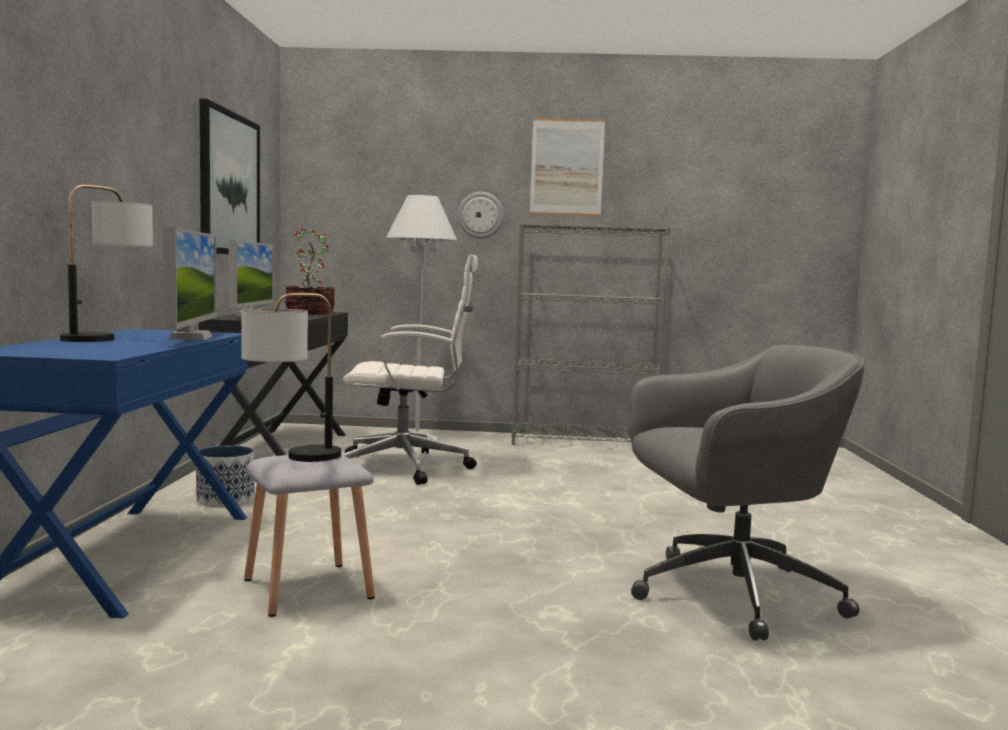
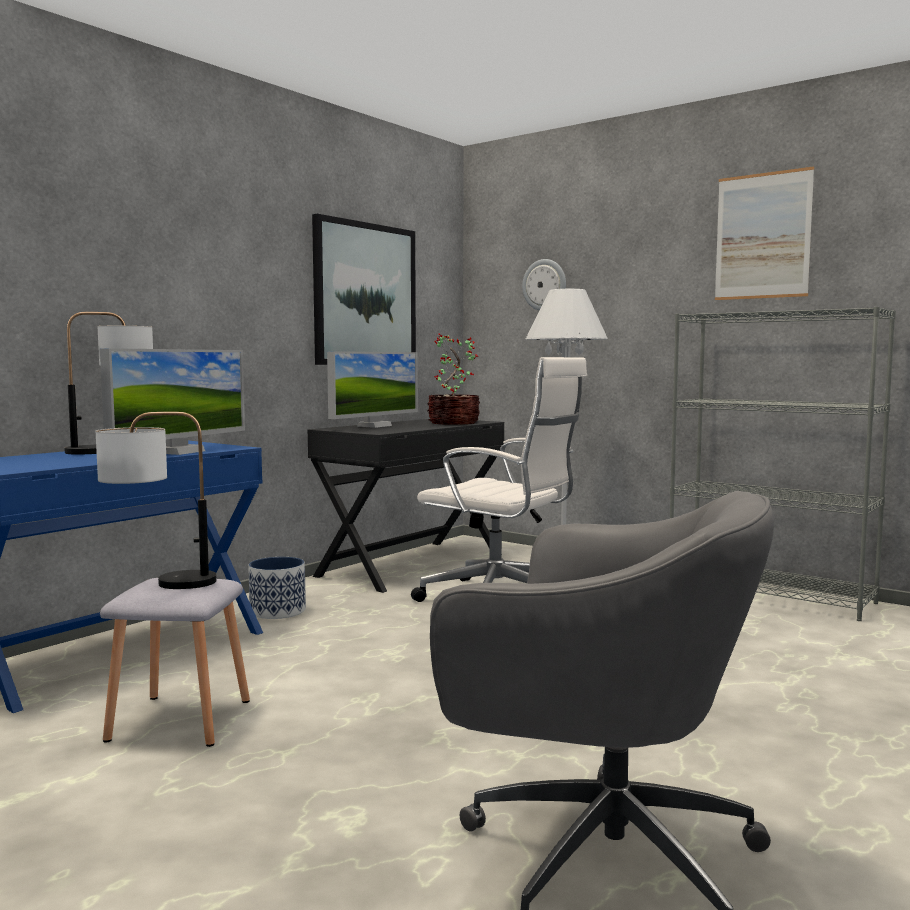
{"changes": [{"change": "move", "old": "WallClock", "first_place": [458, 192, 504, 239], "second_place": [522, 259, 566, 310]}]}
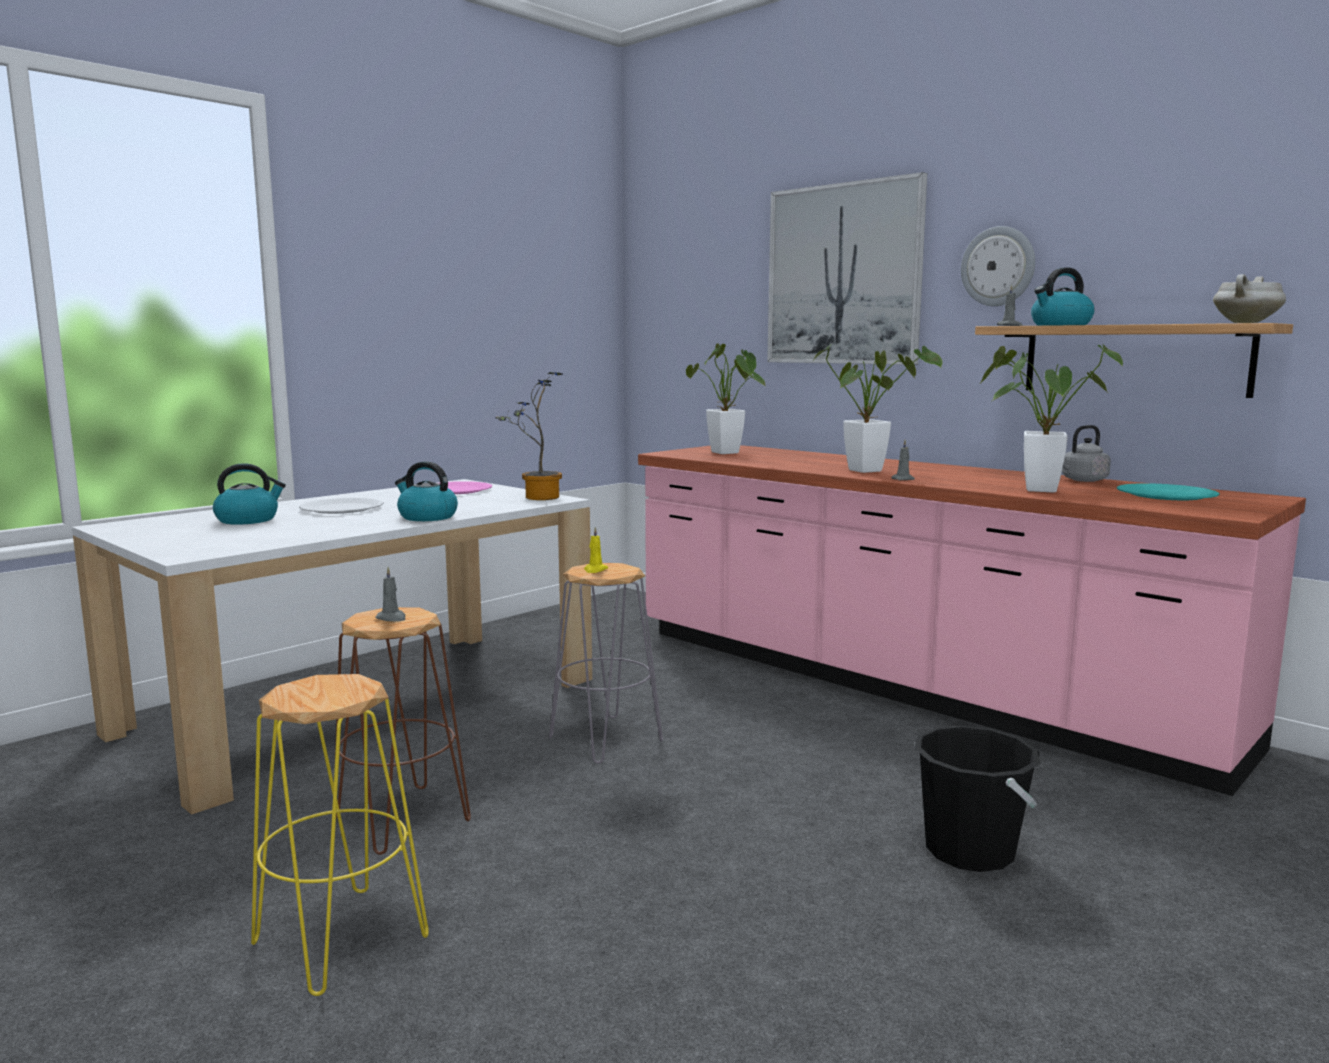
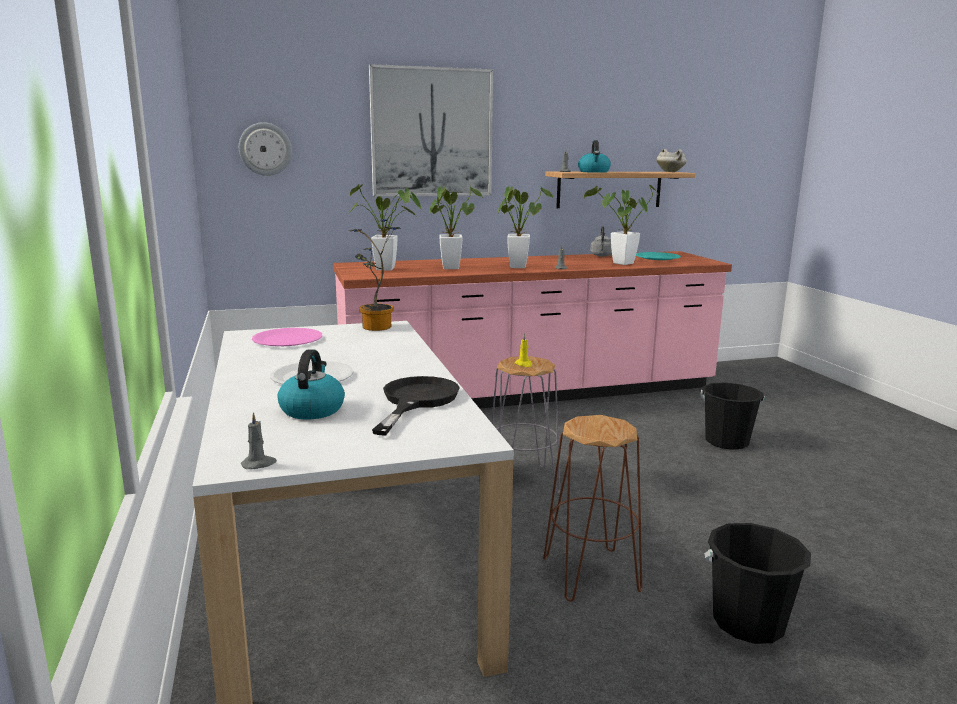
{"changes": [{"change": "move", "old": "WallClock", "first_place": [961, 226, 1035, 306], "second_place": [239, 122, 292, 176]}, {"change": "delete", "old": "WaterKettle", "first_place": [395, 461, 458, 521]}, {"change": "move", "old": "GreyWaxCandle", "first_place": [375, 567, 406, 622], "second_place": [241, 412, 277, 469]}, {"change": "replace", "old": "YellowStoolSeat", "new": "BlackishPail", "first_place": [251, 674, 429, 996], "second_place": [704, 523, 811, 644]}, {"change": "insert", "new": "PlantInAPot", "second_place": [429, 186, 483, 269]}, {"change": "insert", "new": "BlackishPan", "second_place": [372, 376, 460, 436]}]}
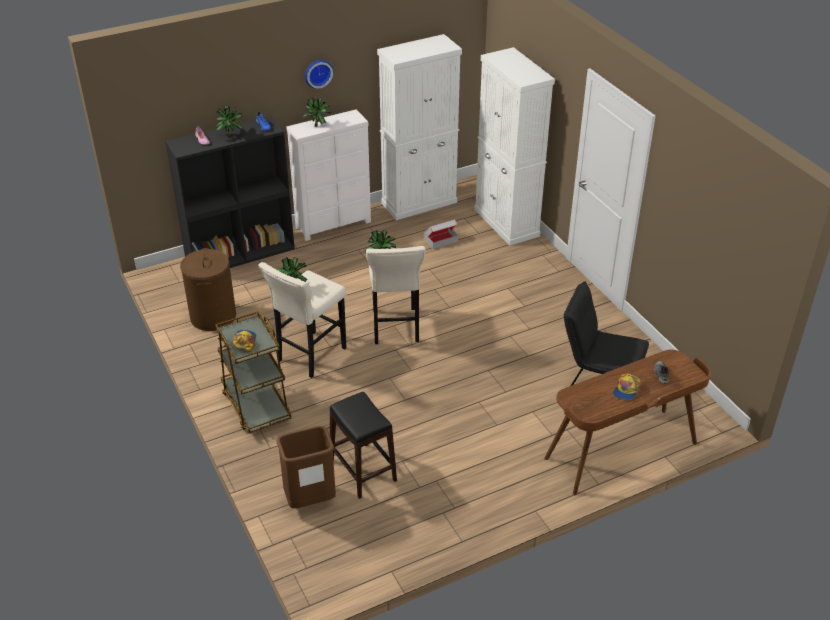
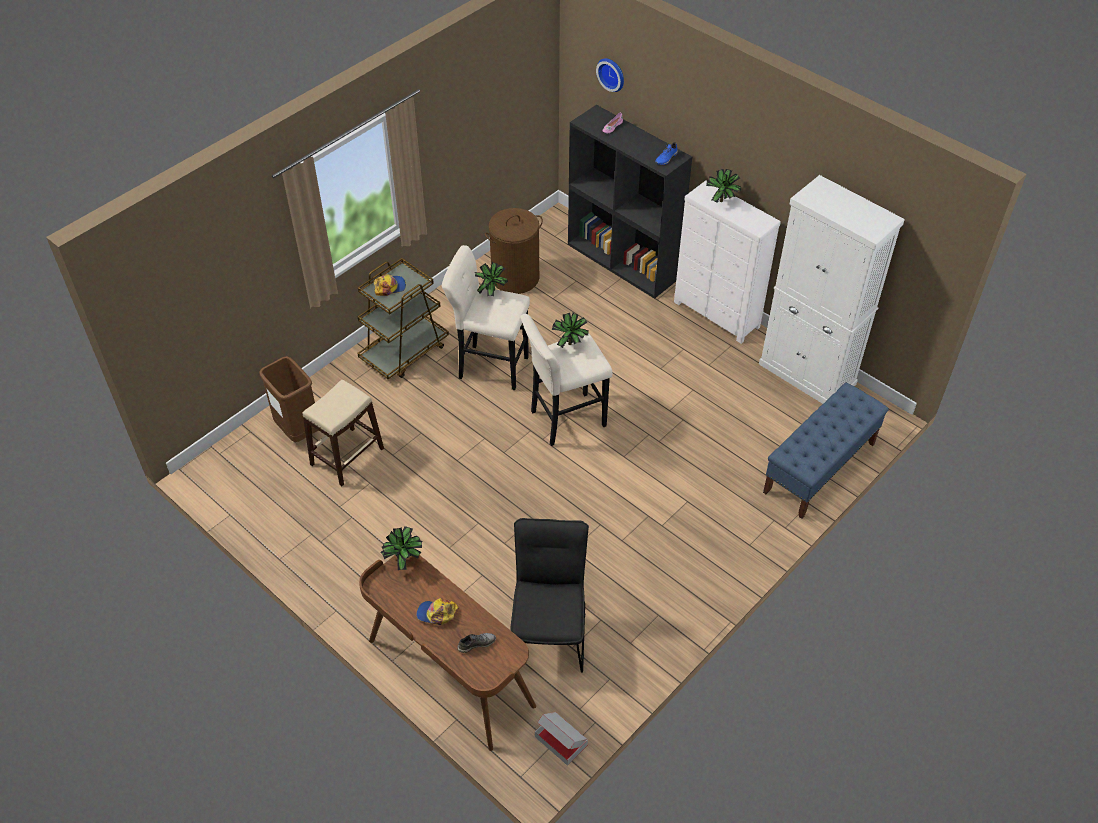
{"changes": [{"change": "replace", "old": "WhitishStorageCabinet", "new": "BluishIndoorBench", "first_place": [474, 47, 555, 246], "second_place": [763, 382, 889, 519]}, {"change": "move", "old": "WallClock", "first_place": [305, 60, 333, 89], "second_place": [596, 58, 624, 92]}, {"change": "move", "old": "PlantInAPot", "first_place": [215, 105, 244, 137], "second_place": [380, 526, 422, 570]}, {"change": "move", "old": "Carton", "first_place": [424, 219, 458, 249], "second_place": [535, 712, 588, 766]}, {"change": "recolor", "old": "BlackishStoolSeat", "new": "SandColouredStoolSeat", "first_place": [330, 392, 397, 499], "second_place": [302, 380, 384, 486]}]}
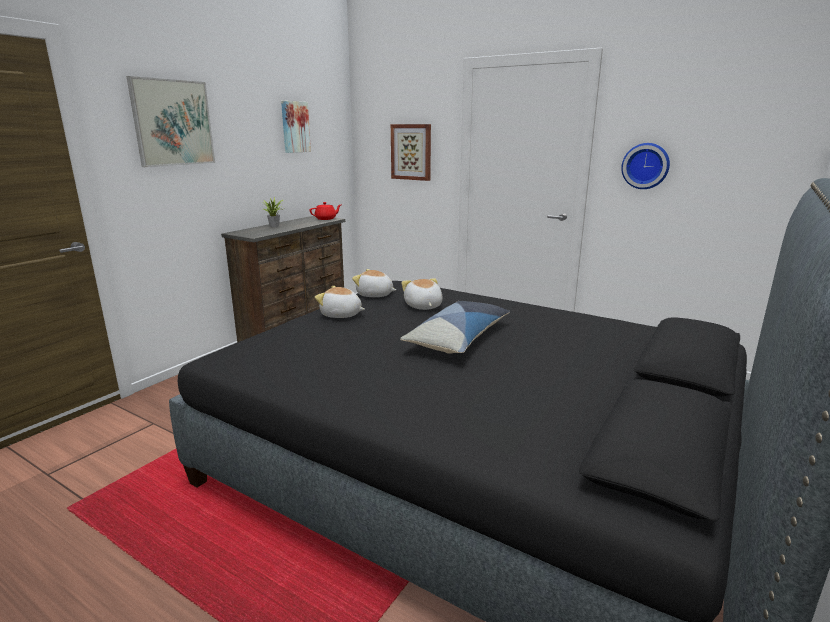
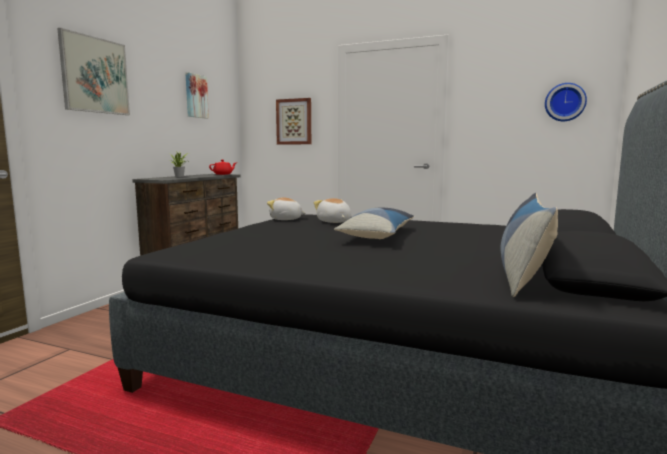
{"changes": [{"change": "move", "old": "WallClock", "first_place": [621, 143, 670, 189], "second_place": [545, 83, 587, 121]}, {"change": "delete", "old": "SoftToy", "first_place": [315, 286, 365, 318]}, {"change": "insert", "new": "Cushion", "second_place": [500, 193, 558, 297]}]}
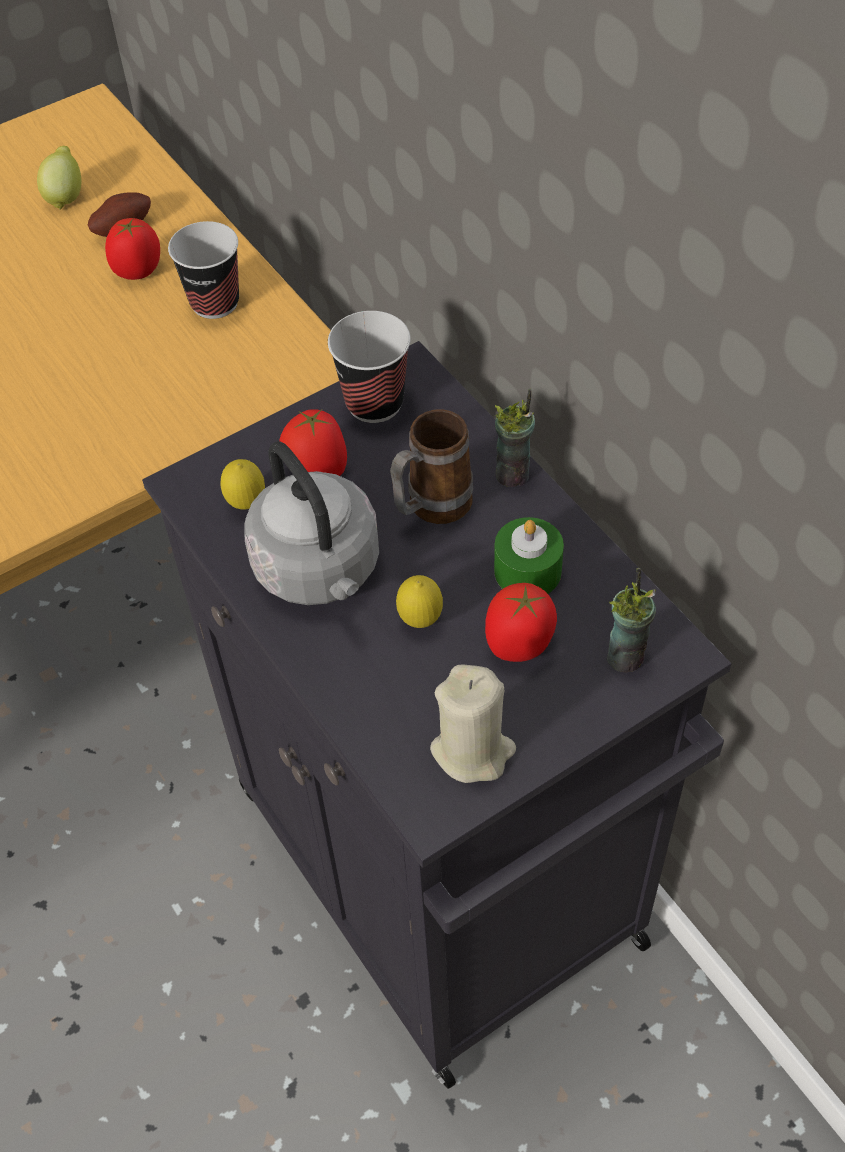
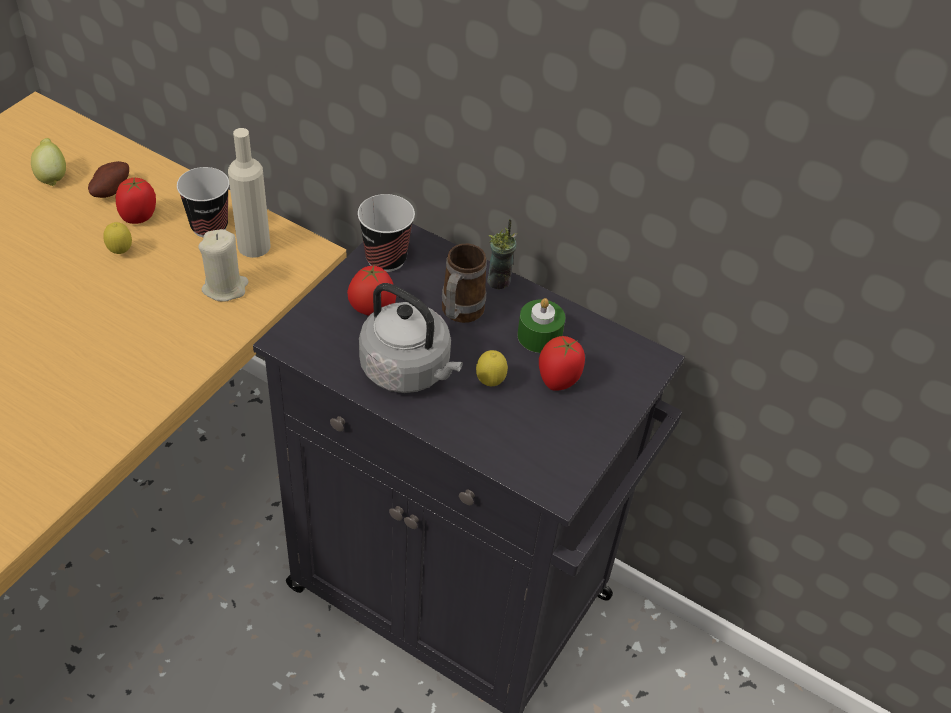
{"changes": [{"change": "move", "old": "Lemon", "first_place": [221, 459, 265, 510], "second_place": [104, 222, 132, 254]}, {"change": "delete", "old": "Cup", "first_place": [607, 568, 656, 673]}, {"change": "move", "old": "SandColouredWaxCandle", "first_place": [430, 664, 516, 783], "second_place": [199, 229, 248, 302]}, {"change": "insert", "new": "SandColouredBeverageBottle", "second_place": [228, 128, 271, 258]}]}
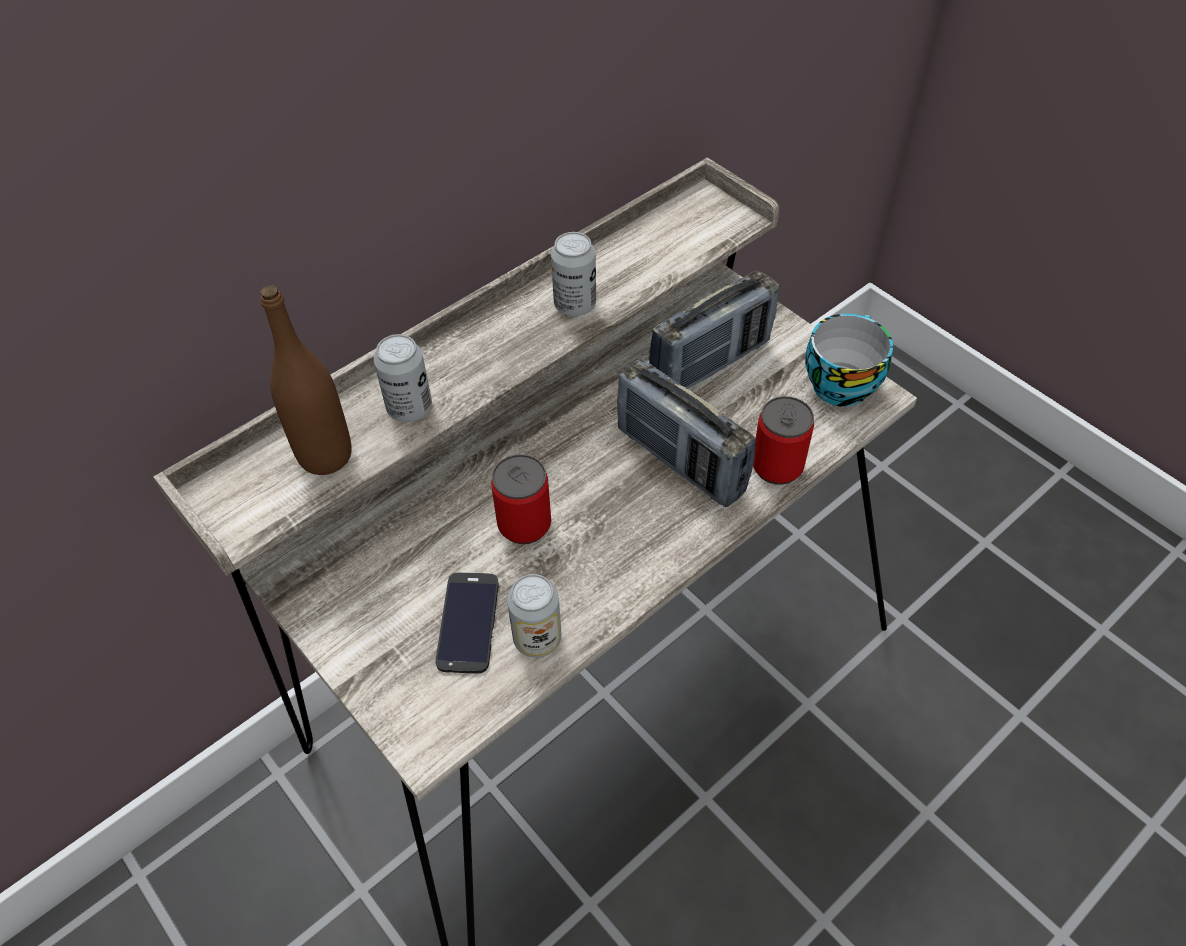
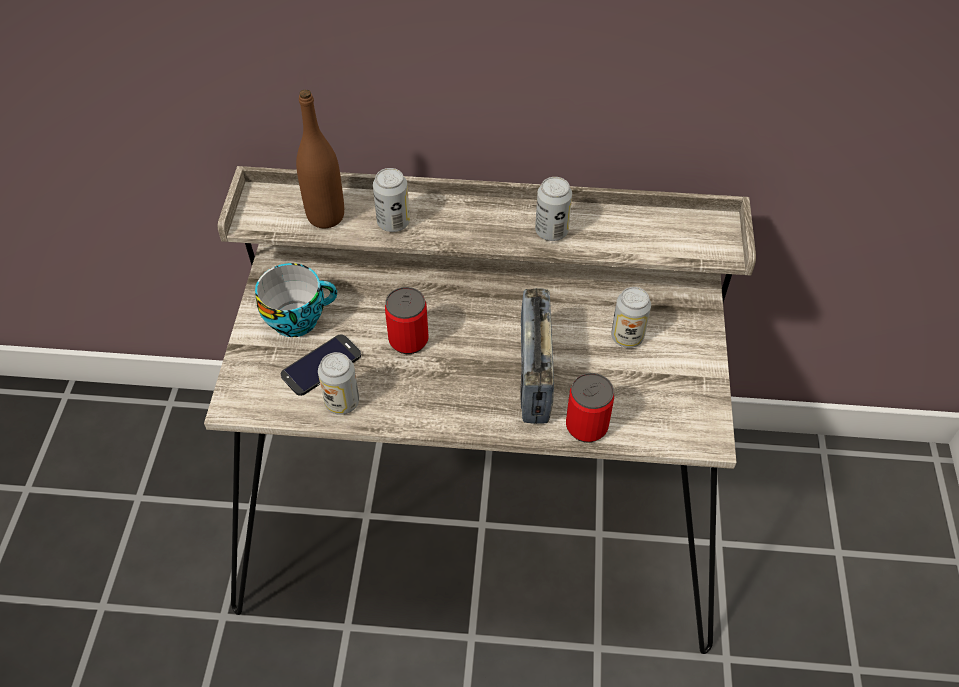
{"changes": [{"change": "replace", "old": "RadioReceiver", "new": "Can", "first_place": [649, 270, 779, 389], "second_place": [611, 287, 651, 348]}, {"change": "move", "old": "Cup", "first_place": [805, 314, 893, 407], "second_place": [255, 263, 337, 337]}]}
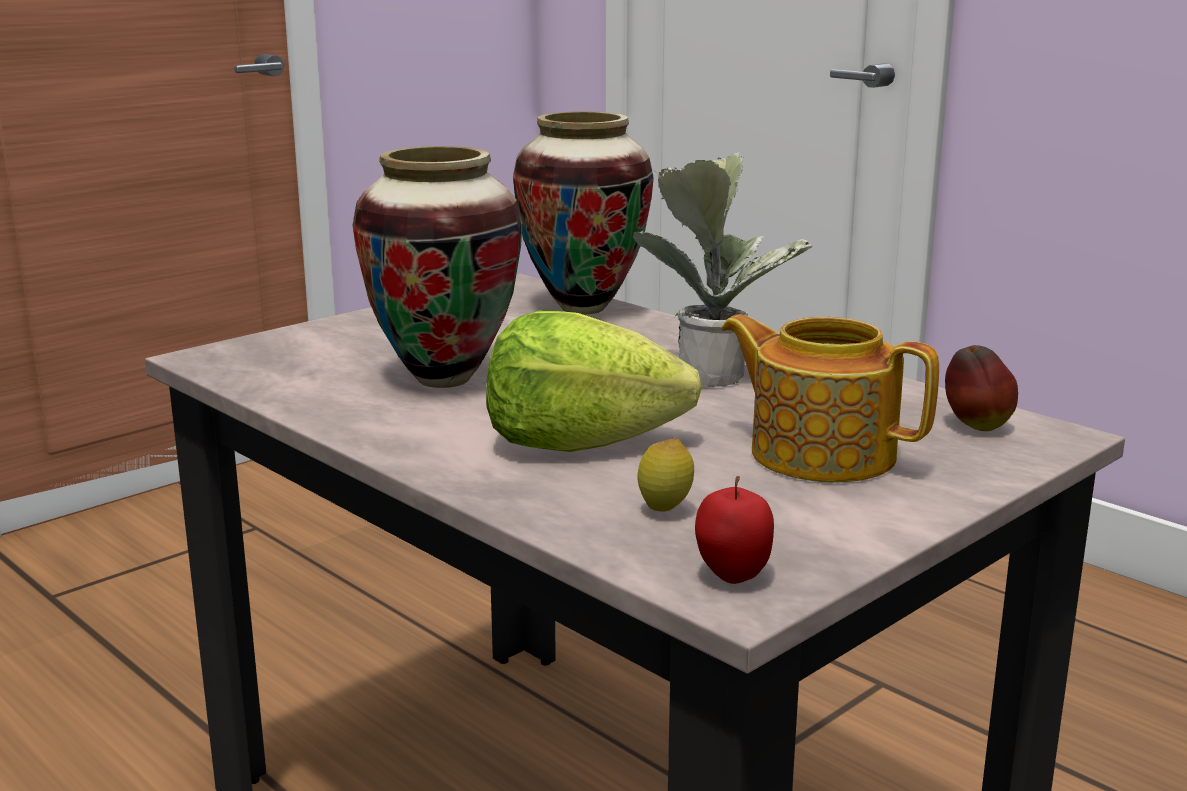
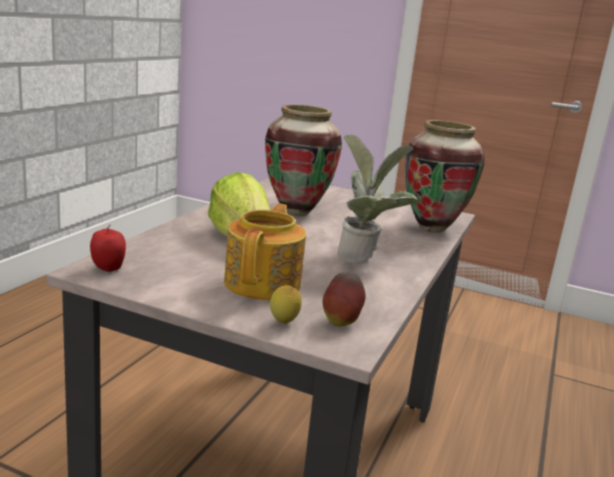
{"changes": [{"change": "move", "old": "Lemon", "first_place": [638, 438, 694, 512], "second_place": [270, 285, 302, 324]}]}
